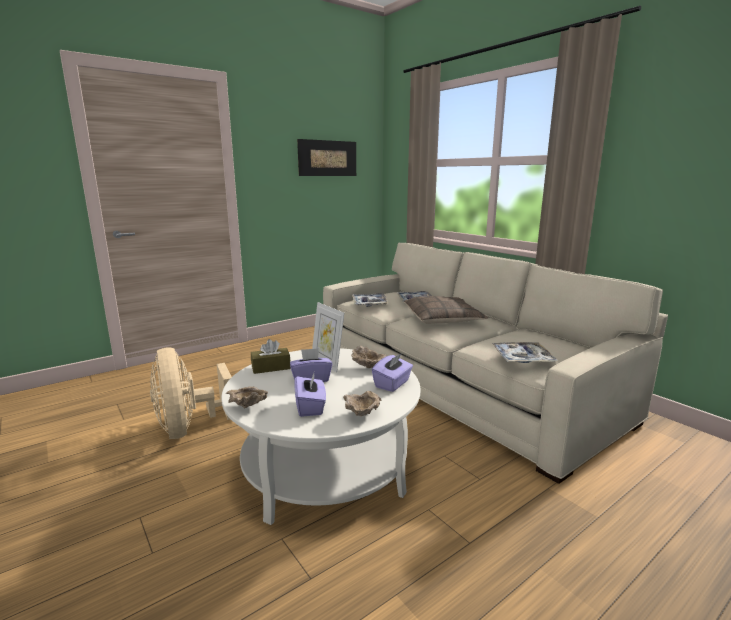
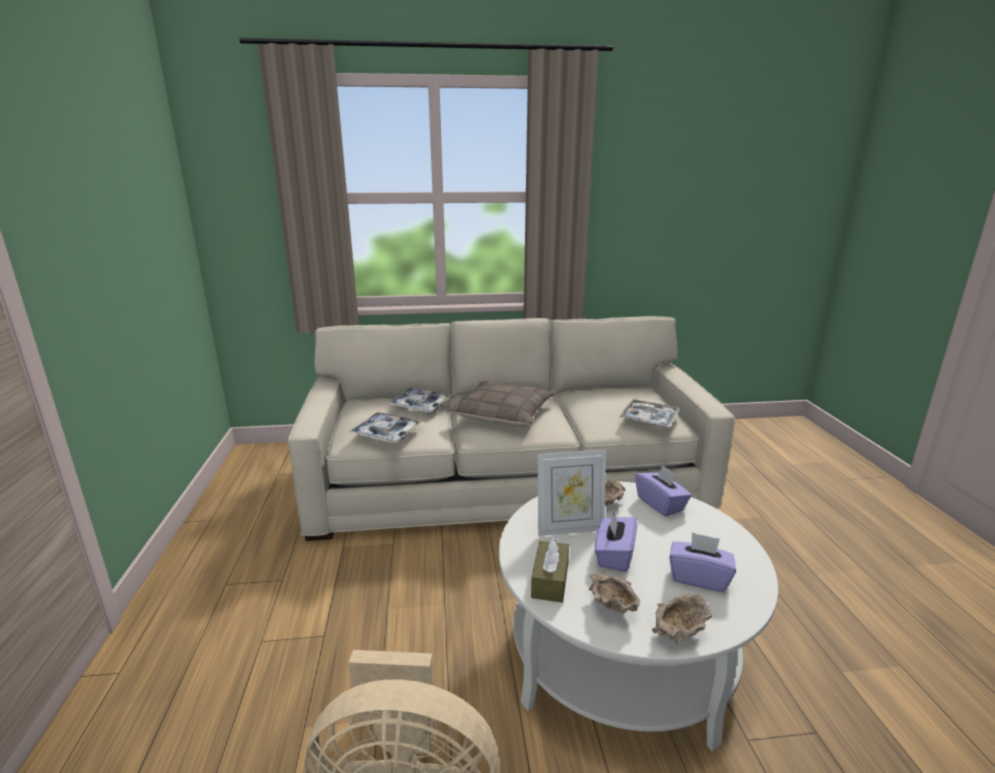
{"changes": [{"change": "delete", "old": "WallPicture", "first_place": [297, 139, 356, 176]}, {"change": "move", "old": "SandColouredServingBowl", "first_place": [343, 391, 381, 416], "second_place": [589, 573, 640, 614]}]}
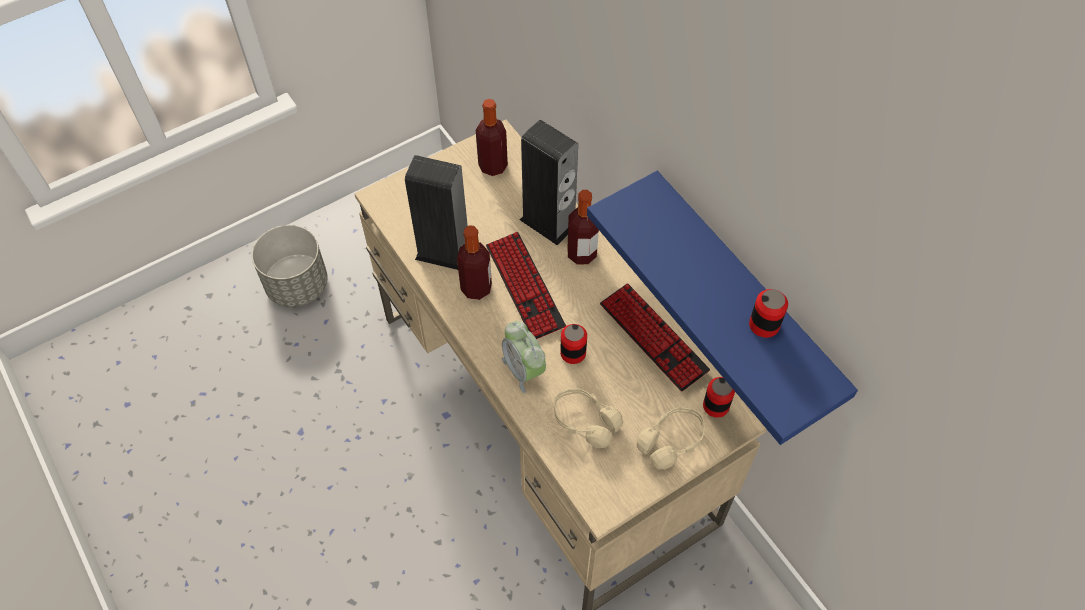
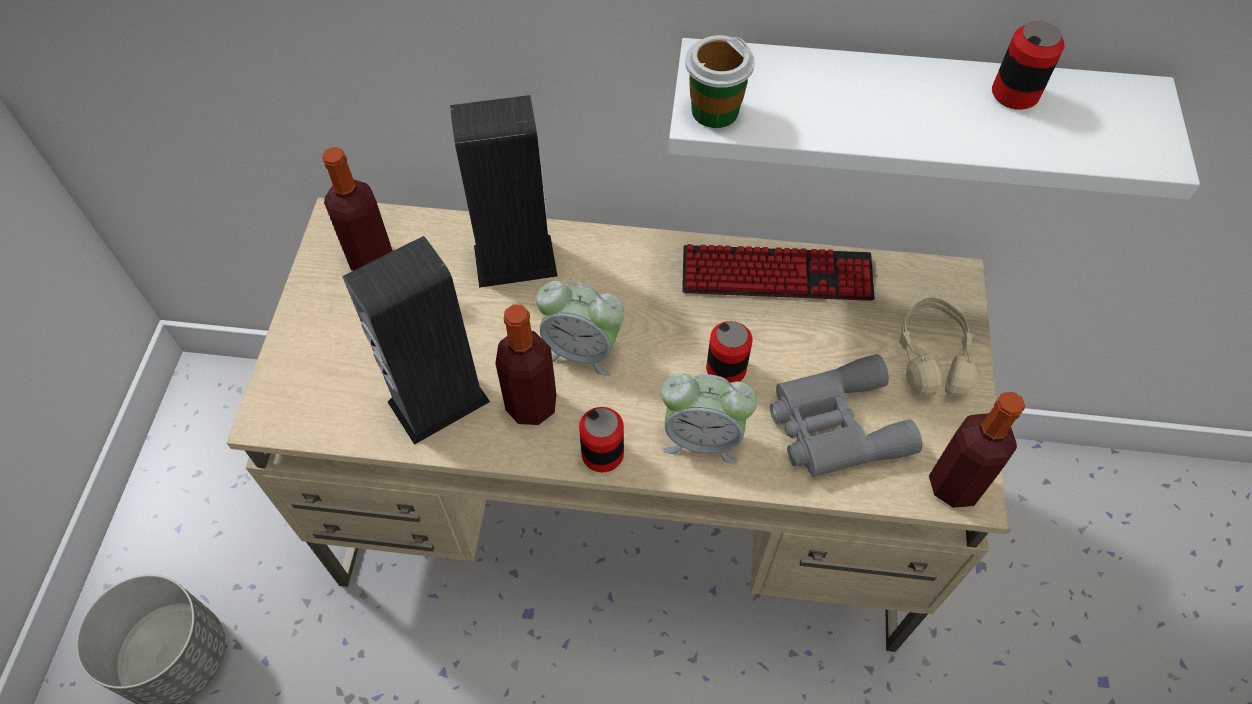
{"changes": [{"change": "recolor", "old": "BluishWallShelf", "new": "WhitishWallShelf", "first_place": [587, 171, 858, 445], "second_place": [669, 38, 1200, 200]}, {"change": "move", "old": "BeverageBottle", "first_place": [568, 190, 599, 264], "second_place": [929, 392, 1025, 508]}, {"change": "replace", "old": "Keyboard", "new": "TableClock", "first_place": [486, 232, 566, 339], "second_place": [536, 281, 624, 376]}, {"change": "move", "old": "Can", "first_place": [703, 377, 735, 418], "second_place": [579, 407, 624, 472]}, {"change": "replace", "old": "SandColouredHeadphones", "new": "GreyFieldGlasses", "first_place": [554, 388, 623, 448], "second_place": [770, 354, 922, 477]}, {"change": "insert", "new": "Cup", "second_place": [685, 35, 755, 128]}]}
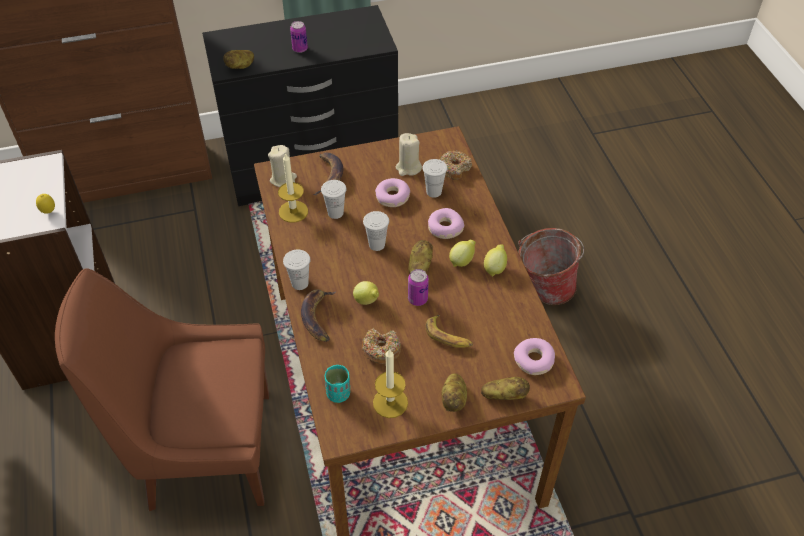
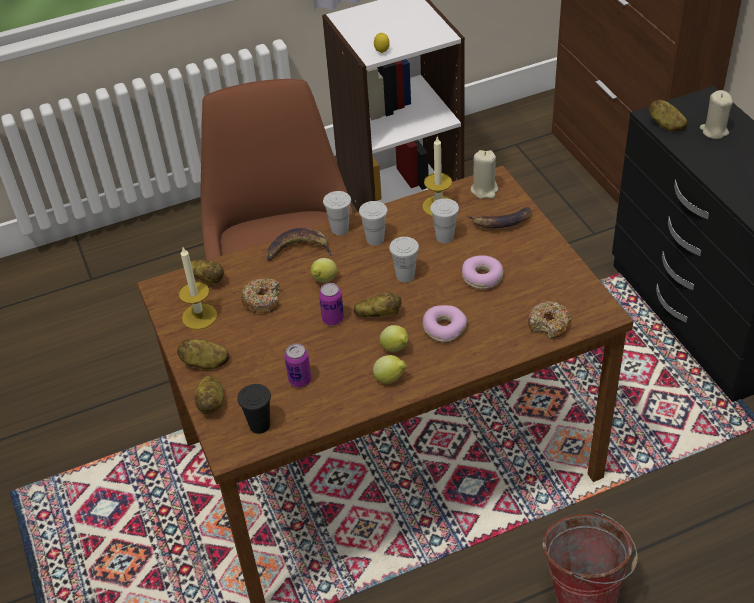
{"changes": [{"change": "move", "old": "Can", "first_place": [290, 21, 308, 53], "second_place": [284, 343, 312, 388]}, {"change": "move", "old": "SandColouredWaxCandle", "first_place": [396, 133, 422, 176], "second_place": [700, 90, 733, 139]}, {"change": "move", "old": "WhitishCup", "first_place": [422, 159, 447, 198], "second_place": [359, 201, 388, 246]}, {"change": "delete", "old": "Banana", "first_place": [425, 315, 473, 348]}, {"change": "replace", "old": "RingDoughnut", "new": "BlackishCup", "first_place": [514, 338, 555, 375], "second_place": [237, 384, 271, 434]}, {"change": "replace", "old": "TurquoiseCup", "new": "Spud", "first_place": [325, 365, 350, 403], "second_place": [190, 260, 224, 285]}]}
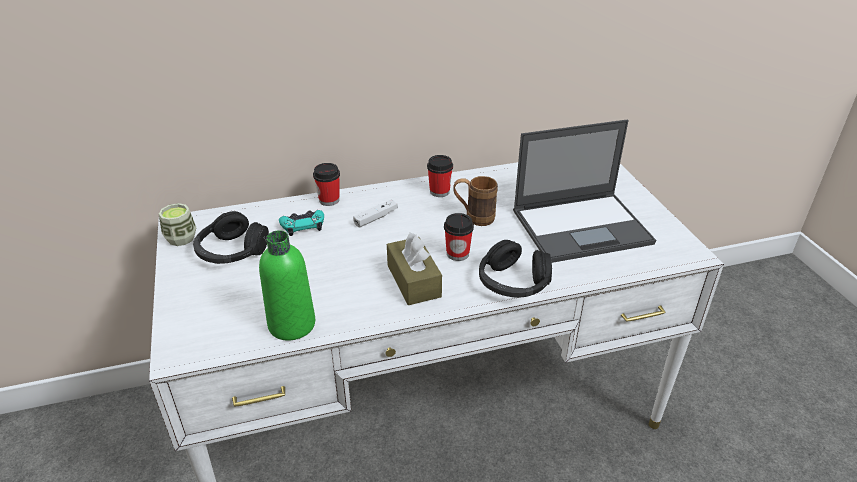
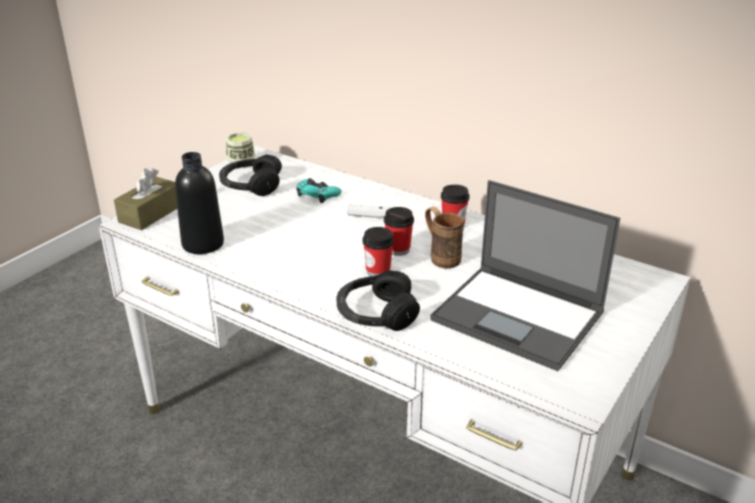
{"changes": [{"change": "move", "old": "Cup", "first_place": [313, 163, 340, 206], "second_place": [384, 207, 414, 256]}, {"change": "recolor", "old": "GreenColouredBeverageBottle", "new": "BlackishBeverageBottle", "first_place": [259, 230, 315, 341], "second_place": [175, 152, 224, 254]}, {"change": "move", "old": "BrownColouredBoxOfTissues", "first_place": [387, 232, 442, 305], "second_place": [114, 168, 177, 230]}]}
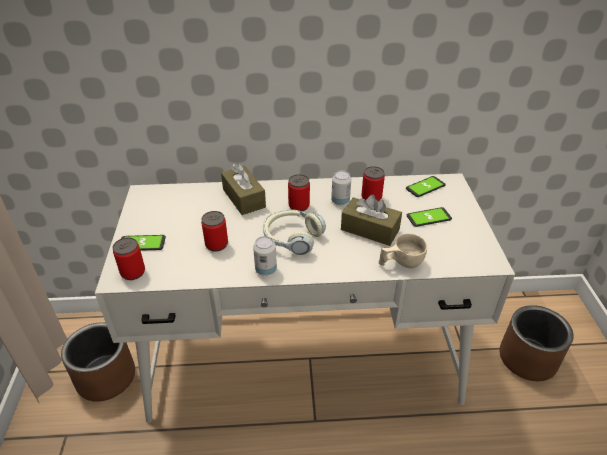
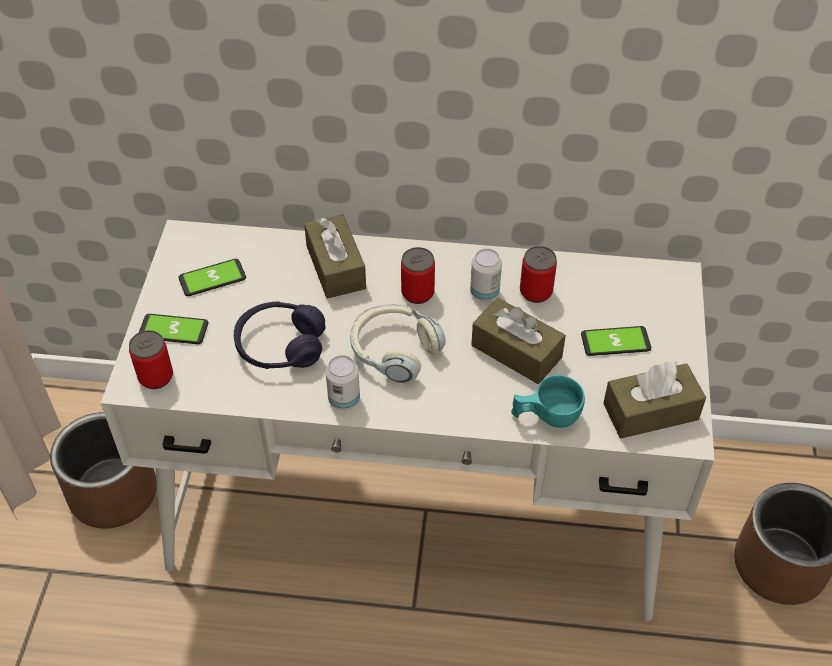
{"changes": [{"change": "move", "old": "Telephone", "first_place": [406, 176, 446, 197], "second_place": [179, 259, 246, 296]}, {"change": "replace", "old": "Can", "new": "PurplishHeadphones", "first_place": [201, 211, 228, 252], "second_place": [234, 301, 325, 369]}, {"change": "recolor", "old": "SandColouredCup", "new": "TurquoiseCup", "first_place": [379, 233, 427, 268], "second_place": [511, 375, 585, 428]}, {"change": "insert", "new": "BrownColouredBoxOfTissues", "second_place": [603, 361, 706, 439]}]}
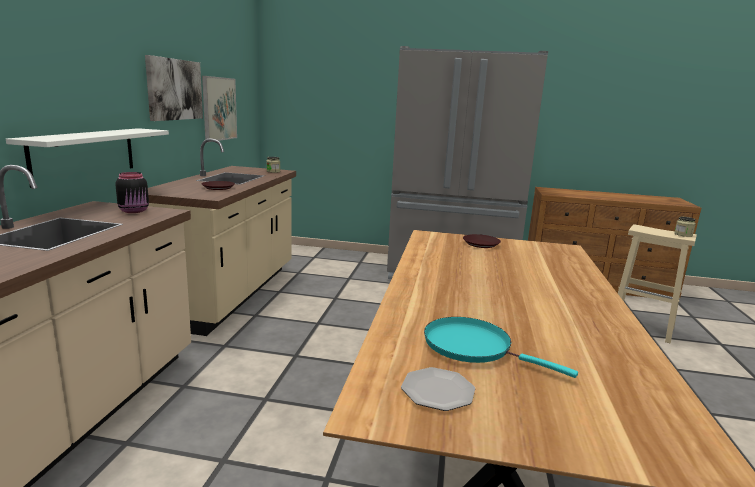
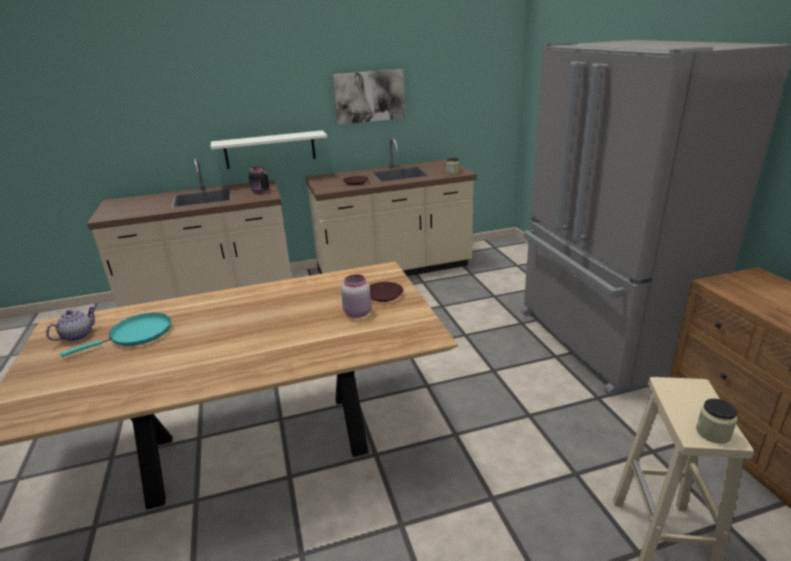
{"changes": [{"change": "delete", "old": "WallPicture", "first_place": [202, 76, 237, 142]}, {"change": "rotate", "old": "TurquoisePan", "first_place": [424, 317, 578, 378], "second_place": [60, 313, 171, 357], "degrees": 45}, {"change": "replace", "old": "FlatDish", "new": "Teapot", "first_place": [401, 367, 475, 411], "second_place": [46, 306, 96, 341]}, {"change": "insert", "new": "PinkJar", "second_place": [341, 275, 371, 318]}]}
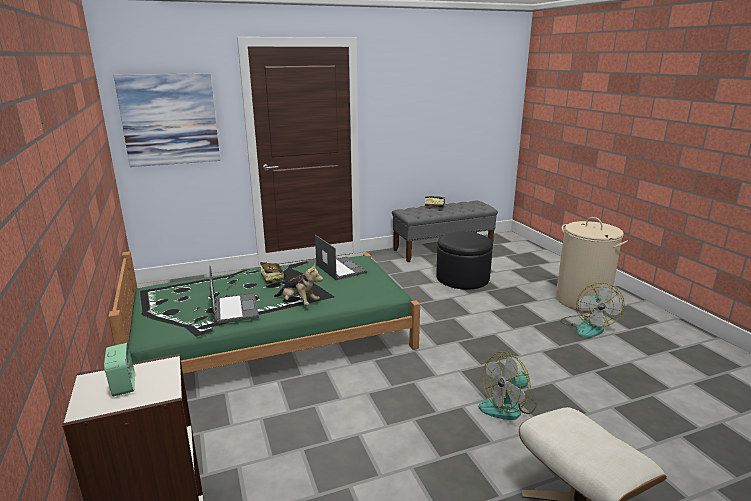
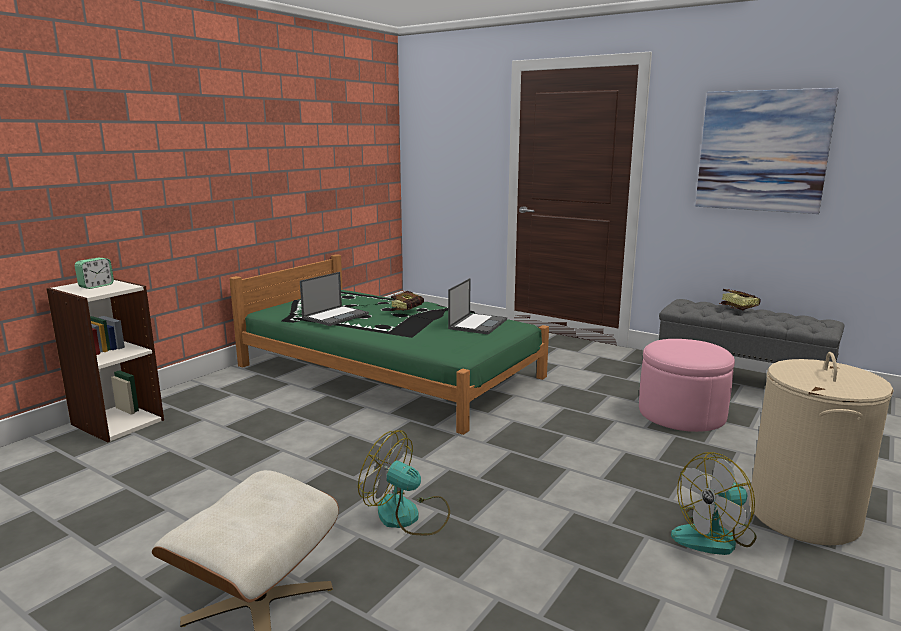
{"changes": [{"change": "move", "old": "WallPicture", "first_place": [114, 73, 220, 167], "second_place": [695, 88, 839, 214]}, {"change": "recolor", "old": "BlackishPouffe", "new": "PinkPouffe", "first_place": [436, 232, 493, 290], "second_place": [639, 339, 735, 432]}, {"change": "delete", "old": "SoftToy", "first_place": [274, 263, 323, 305]}]}
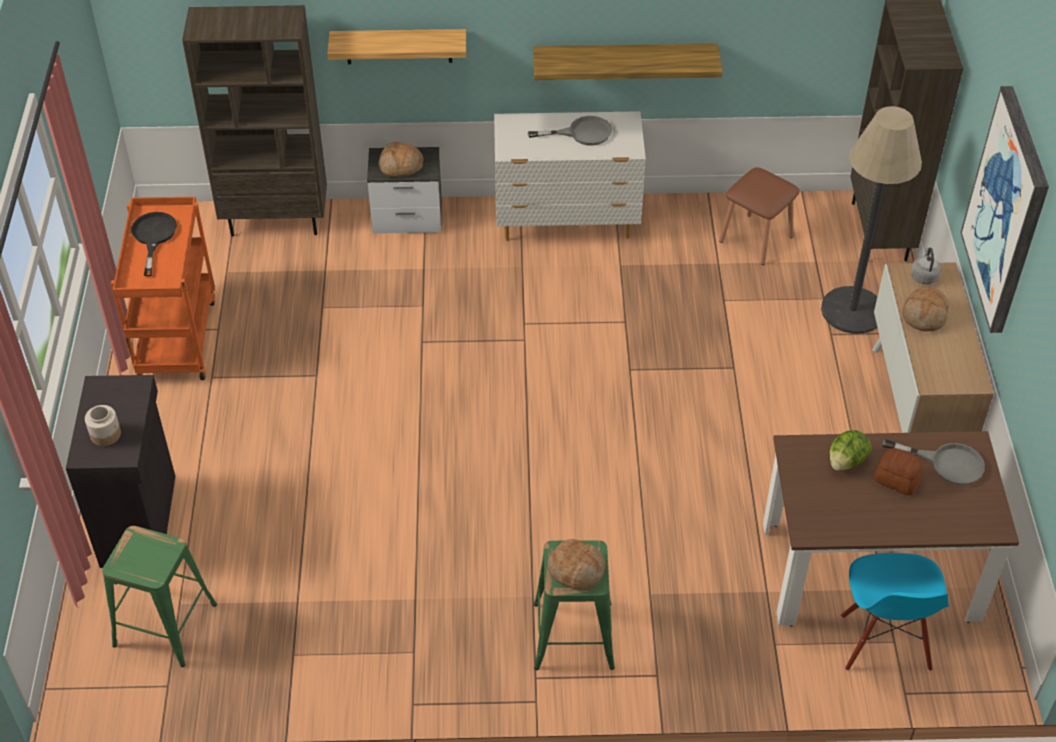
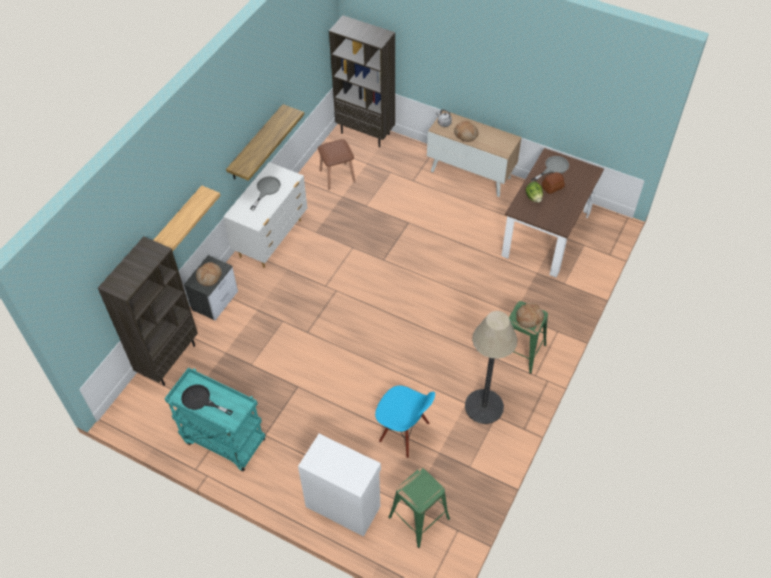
{"changes": [{"change": "delete", "old": "WallPicture", "first_place": [960, 86, 1049, 333]}, {"change": "move", "old": "FloorLamp", "first_place": [821, 106, 922, 334], "second_place": [465, 311, 517, 424]}, {"change": "recolor", "old": "OrangeCart", "new": "TurquoiseCart", "first_place": [111, 197, 215, 380], "second_place": [164, 368, 266, 471]}, {"change": "recolor", "old": "BlackishStorageCabinet", "new": "WhitishStorageCabinet", "first_place": [66, 375, 175, 568], "second_place": [298, 434, 381, 537]}, {"change": "delete", "old": "Jar", "first_place": [85, 405, 121, 446]}, {"change": "move", "old": "BluishUprightChair", "first_place": [841, 553, 949, 671], "second_place": [375, 385, 435, 458]}]}
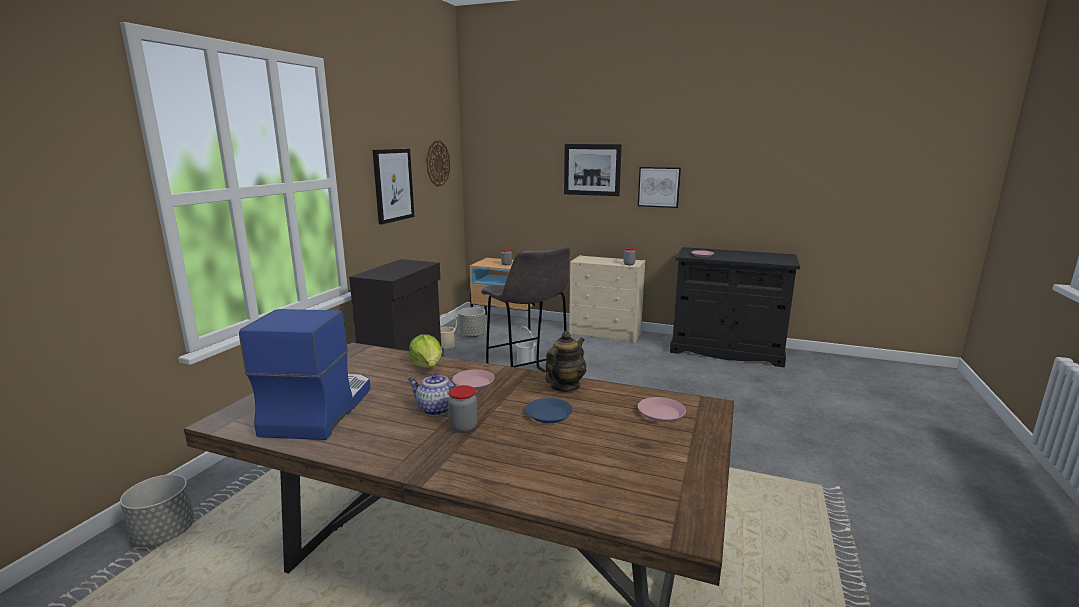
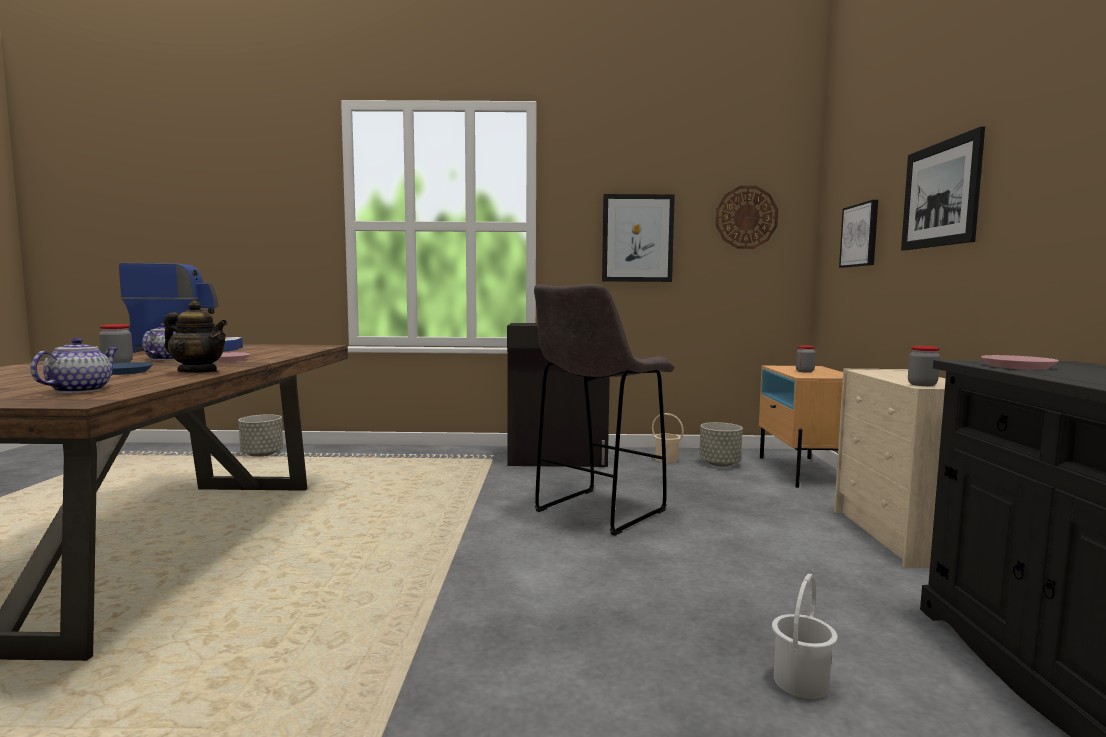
{"changes": [{"change": "move", "old": "WallPicture", "first_place": [638, 167, 681, 208], "second_place": [839, 200, 878, 268]}, {"change": "move", "old": "WhitishPail", "first_place": [516, 326, 536, 364], "second_place": [772, 574, 838, 699]}, {"change": "delete", "old": "Lettuce", "first_place": [409, 334, 442, 368]}, {"change": "replace", "old": "PinkFlatDish", "new": "Teapot", "first_place": [638, 397, 686, 422], "second_place": [30, 338, 118, 393]}]}
